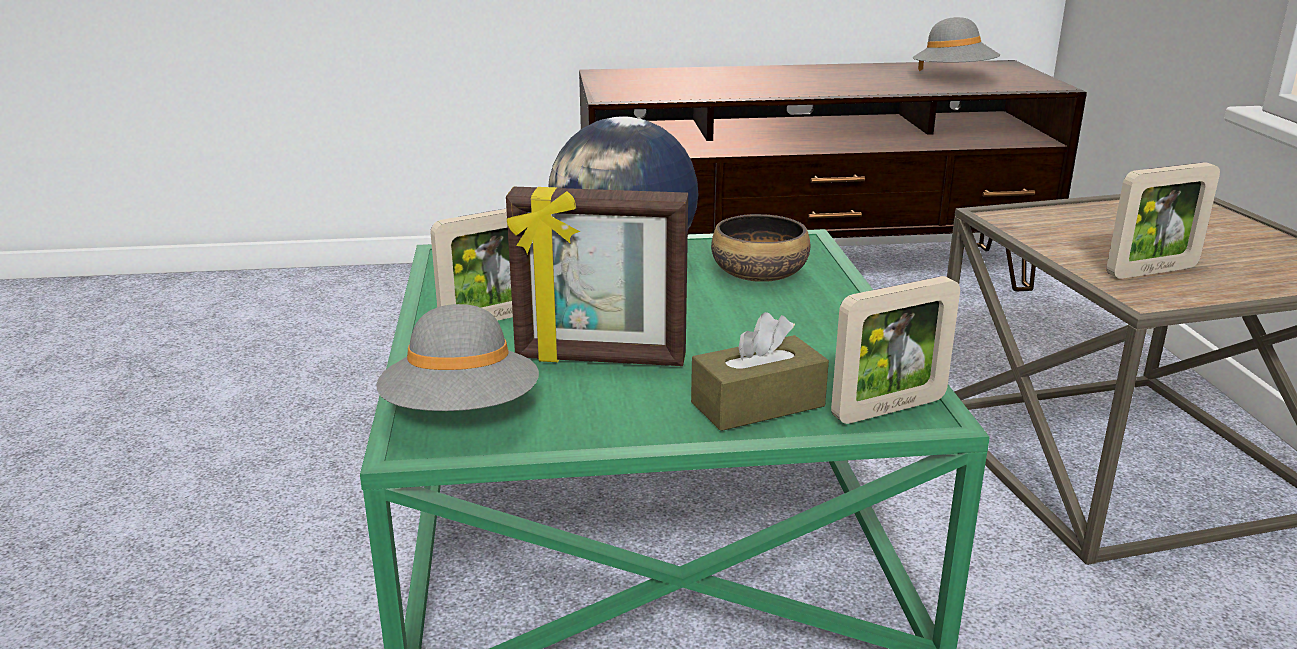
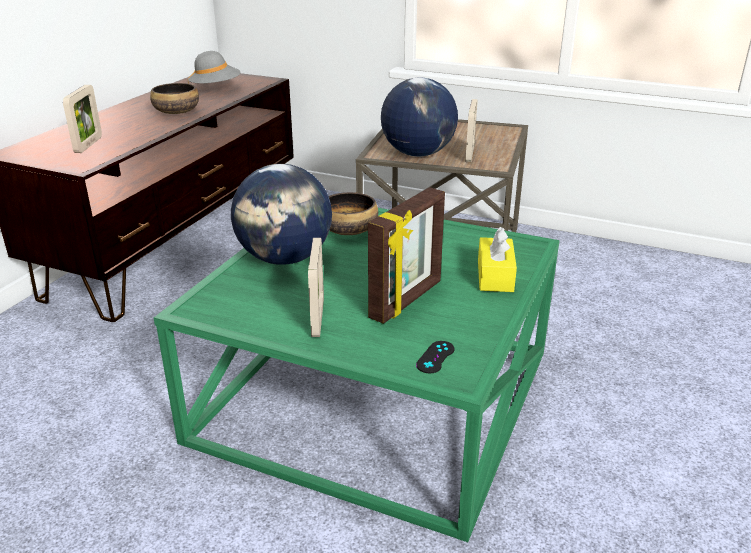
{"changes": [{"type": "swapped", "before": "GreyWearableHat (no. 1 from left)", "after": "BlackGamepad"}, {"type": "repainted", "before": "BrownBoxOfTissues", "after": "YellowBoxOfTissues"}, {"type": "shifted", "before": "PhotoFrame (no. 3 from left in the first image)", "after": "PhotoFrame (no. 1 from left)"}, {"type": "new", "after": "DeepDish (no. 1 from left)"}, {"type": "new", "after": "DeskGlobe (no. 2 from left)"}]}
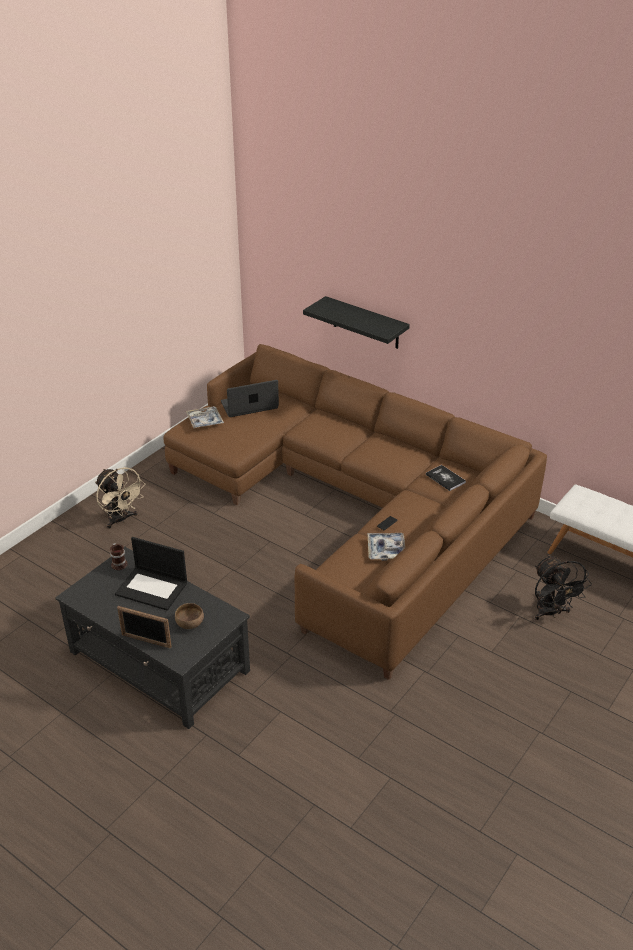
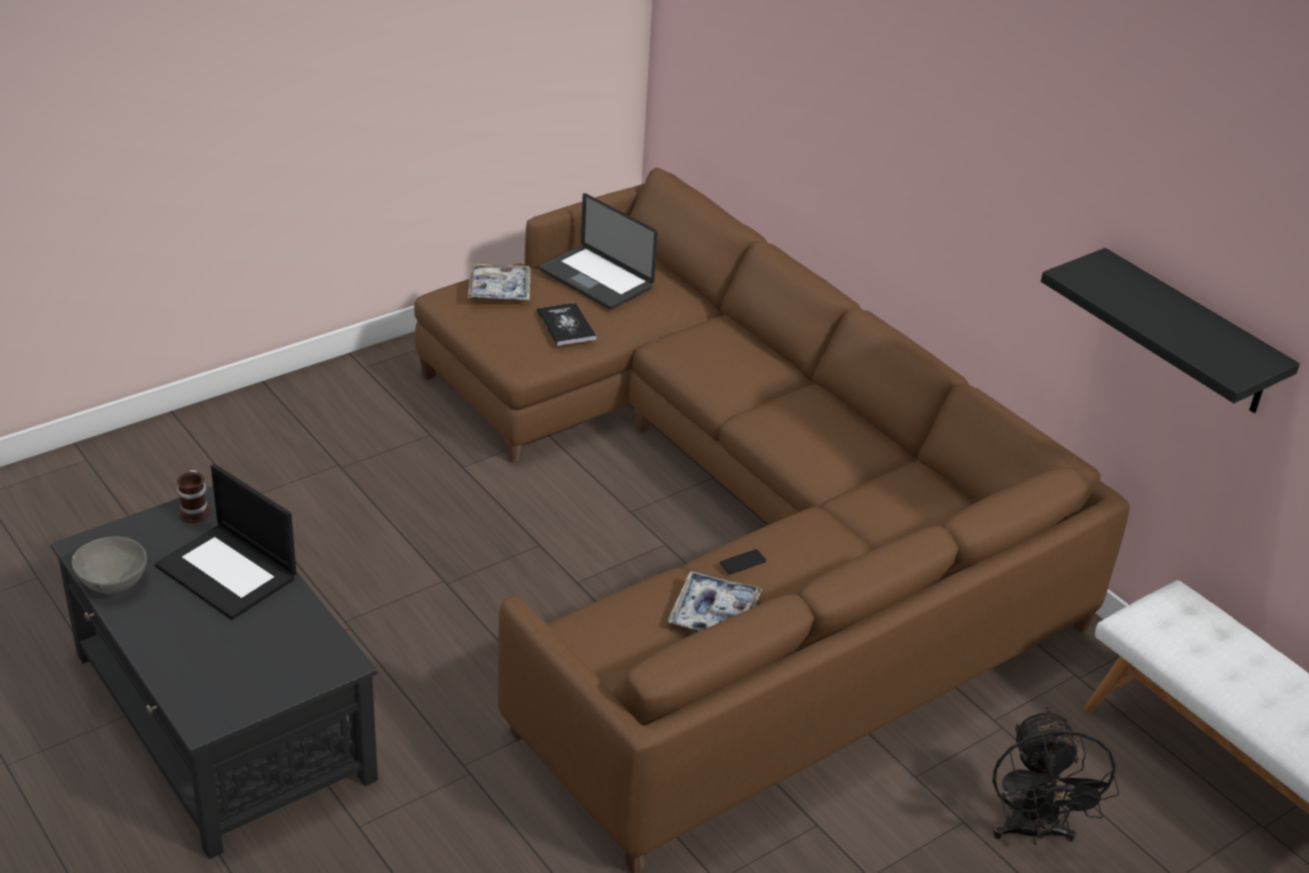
{"changes": [{"type": "gone", "before": "SandColouredElectricFan"}, {"type": "gone", "before": "PhotoFrame"}, {"type": "gone", "before": "BrownDeepDish"}, {"type": "rotated", "before": "NotebookComputer (no. 2 from left)", "turn": -135}, {"type": "shifted", "before": "BlackShelf"}, {"type": "shifted", "before": "BoundBook"}, {"type": "new", "after": "GreyDeepDish"}]}
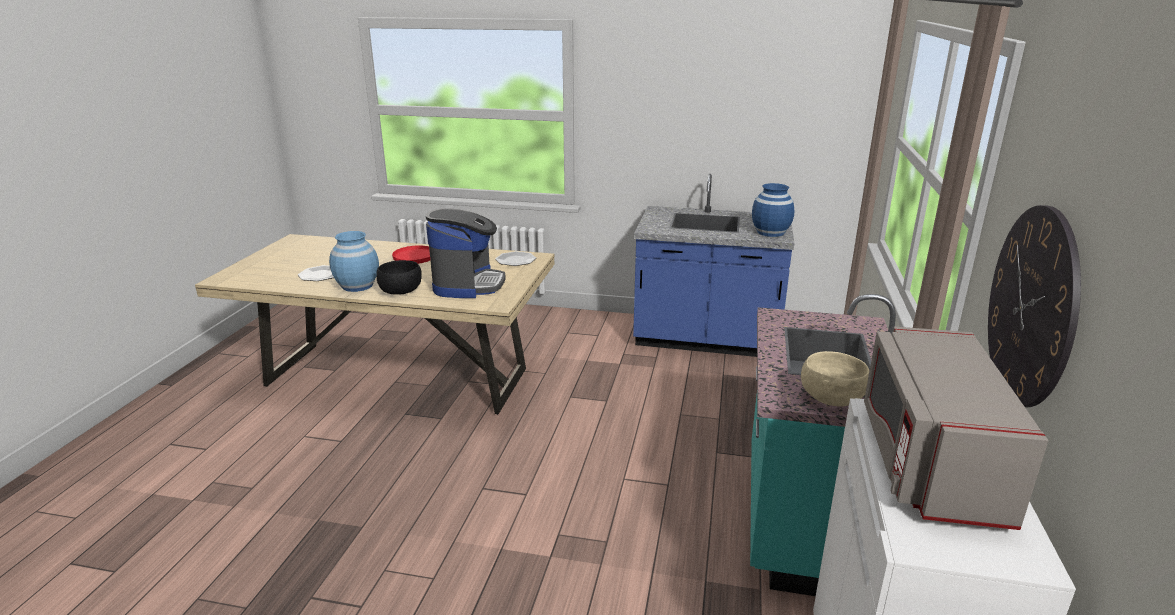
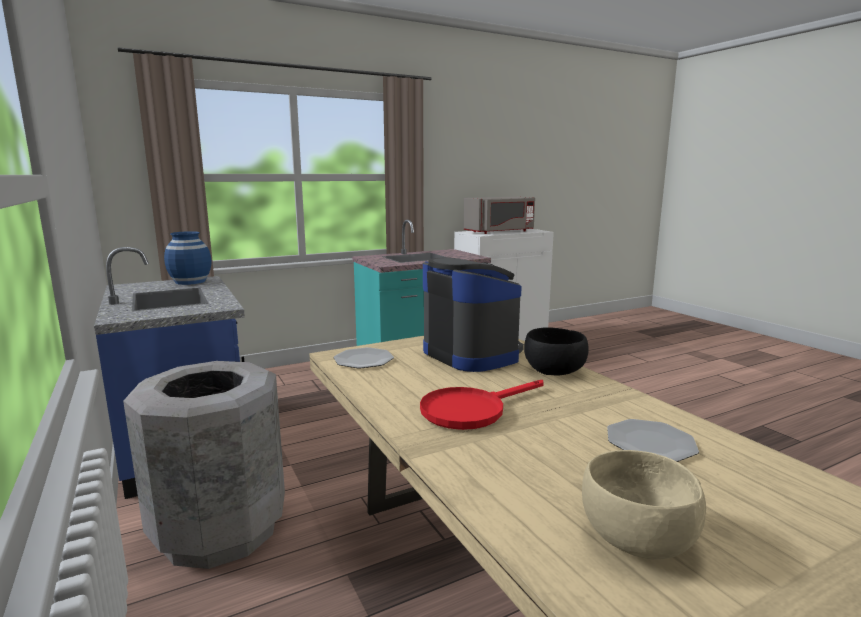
{"changes": [{"type": "gone", "before": "BluishVase (no. 1 from left)"}, {"type": "rotated", "before": "CoffeeBrewer", "turn": 90}, {"type": "shifted", "before": "SandColouredDeepDish"}, {"type": "gone", "before": "HangingClock"}, {"type": "new", "after": "GreyWasteBin"}]}
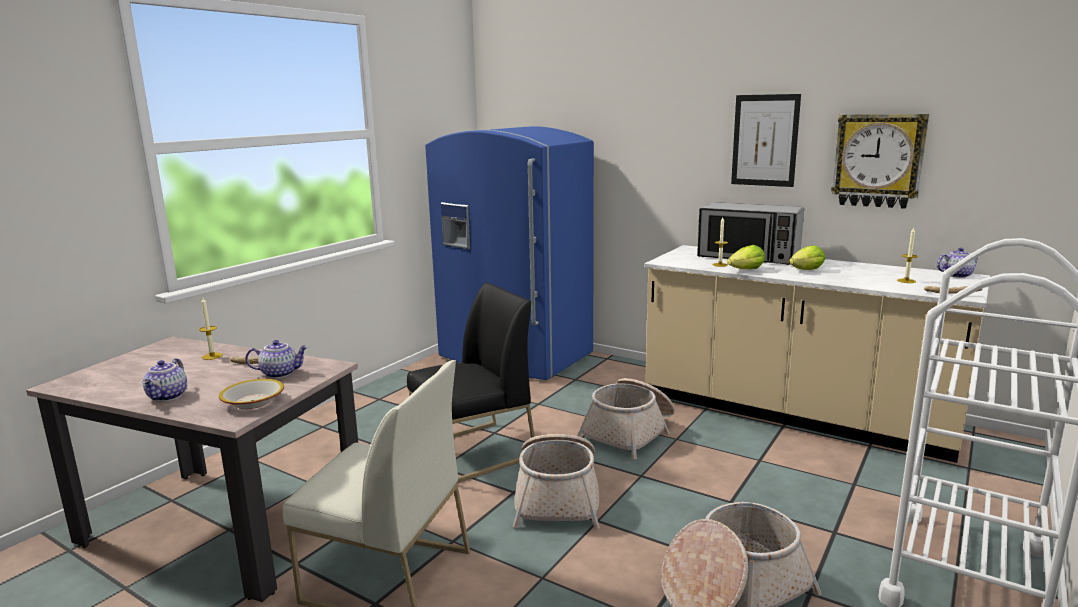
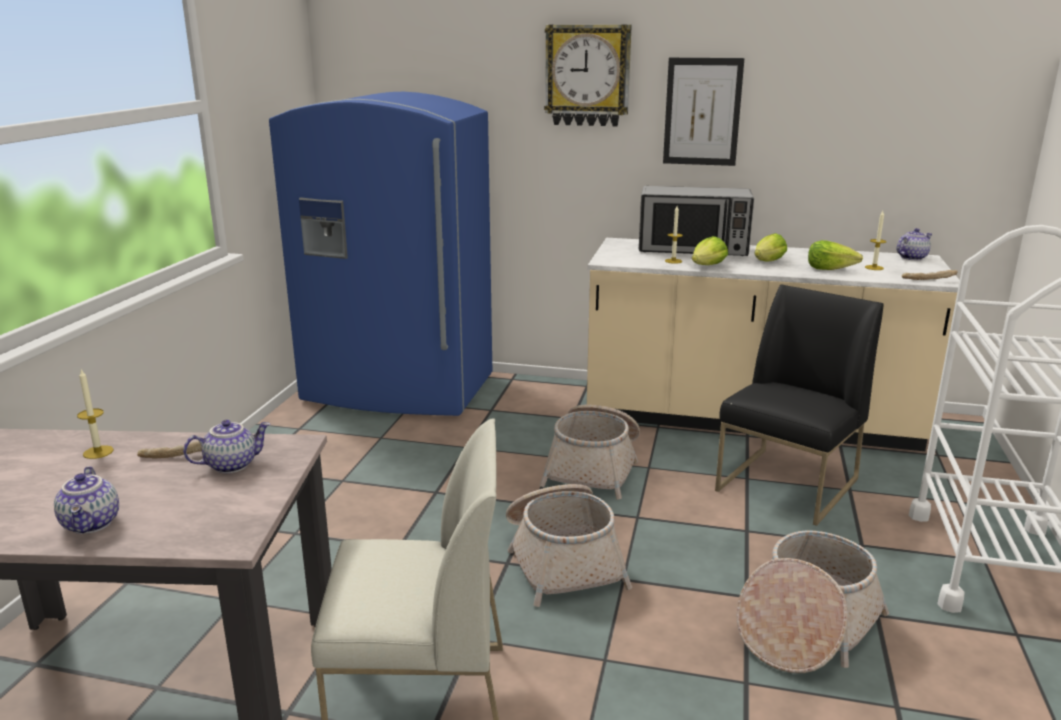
{"changes": [{"type": "gone", "before": "DeepDish"}, {"type": "shifted", "before": "BlackChair"}, {"type": "shifted", "before": "HangingClock"}, {"type": "new", "after": "LettuceHead (no. 3 from left)"}]}
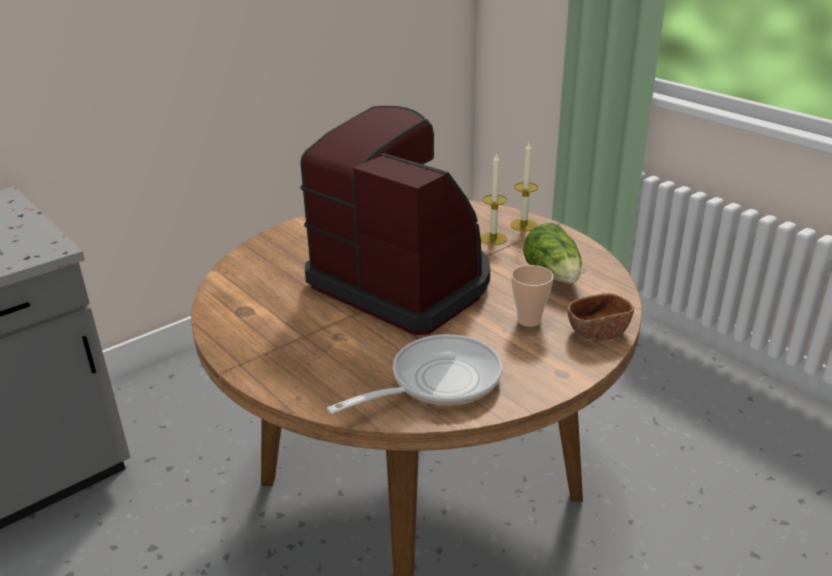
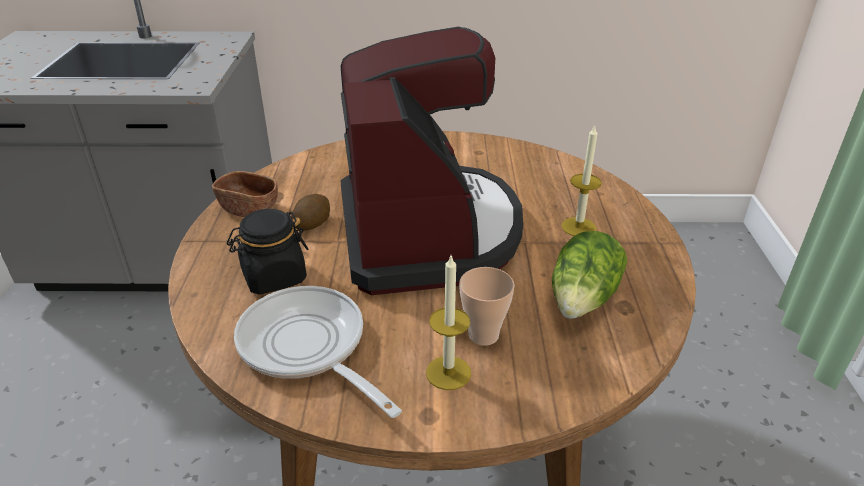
{"changes": [{"type": "rotated", "before": "FryingPan", "turn": -135}, {"type": "shifted", "before": "WaxLight (no. 2 from left in the first image)", "after": "WaxLight (no. 1 from left)"}, {"type": "shifted", "before": "BrownDeepDish"}, {"type": "new", "after": "BlackJar"}, {"type": "new", "after": "Potato"}]}
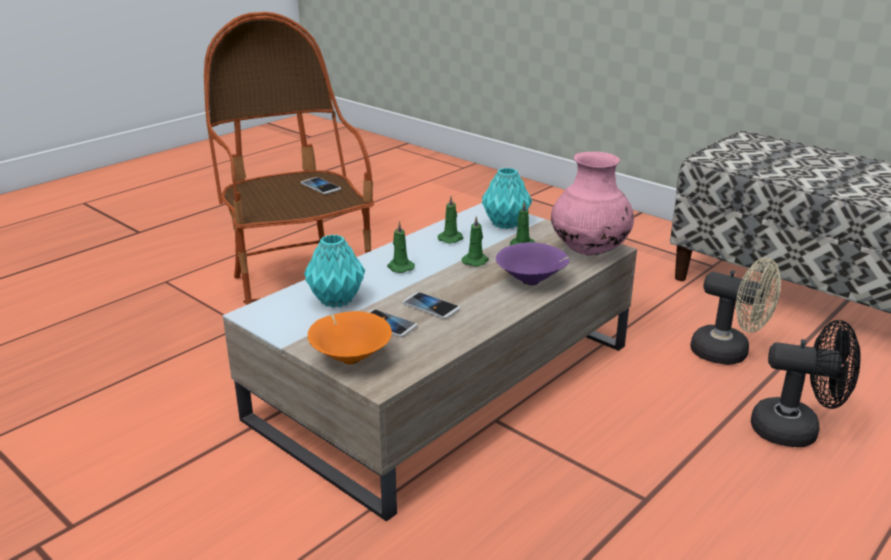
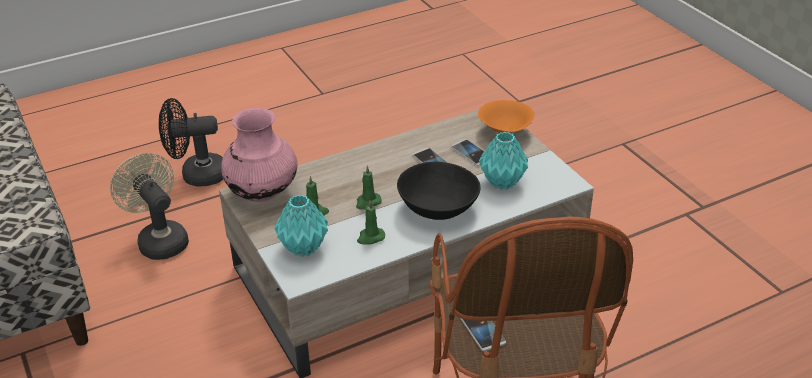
{"changes": [{"type": "swapped", "before": "GreenishWaxLight (no. 1 from left)", "after": "BlackDeepDish"}, {"type": "gone", "before": "PurpleDeepDish"}, {"type": "rotated", "before": "BlackElectricFan", "turn": -45}]}
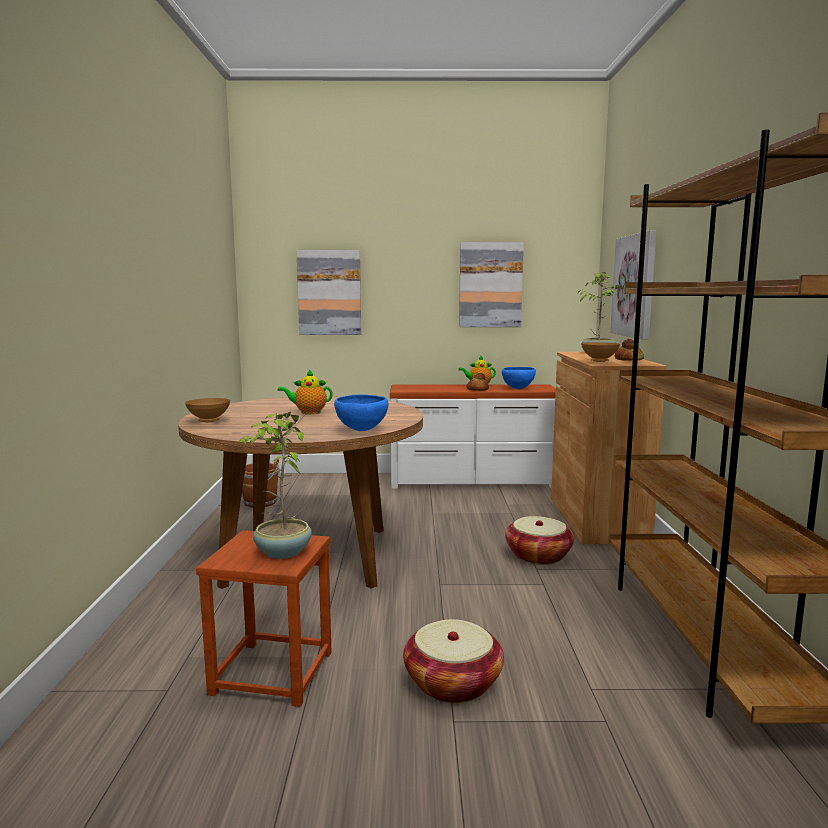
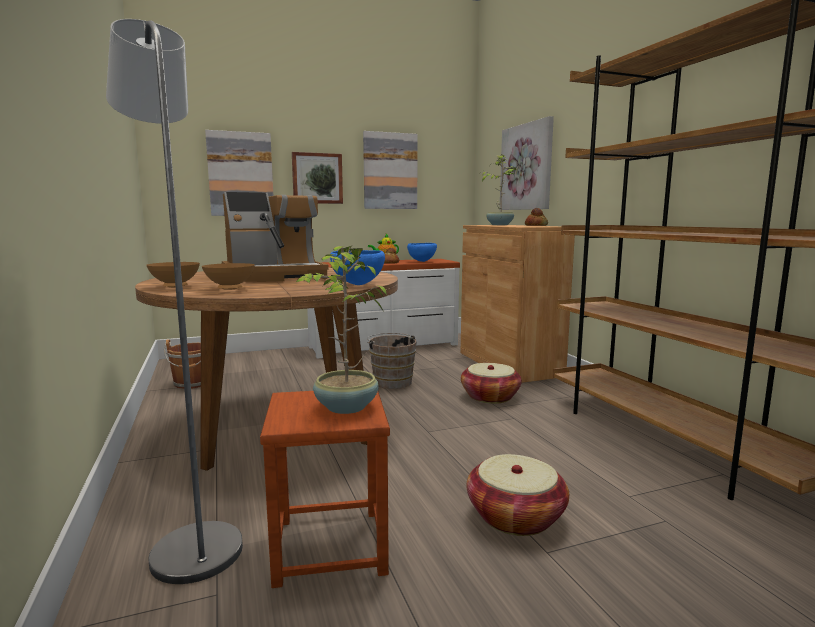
{"changes": [{"type": "swapped", "before": "Teapot (no. 1 from left)", "after": "CoffeeBrewer"}, {"type": "shifted", "before": "BrownDeepDish (no. 2 from left)"}, {"type": "new", "after": "GreyStandingLamp"}, {"type": "new", "after": "WallPicture (no. 2 from left)"}, {"type": "new", "after": "BrownWaterBucket (no. 2 from left)"}]}
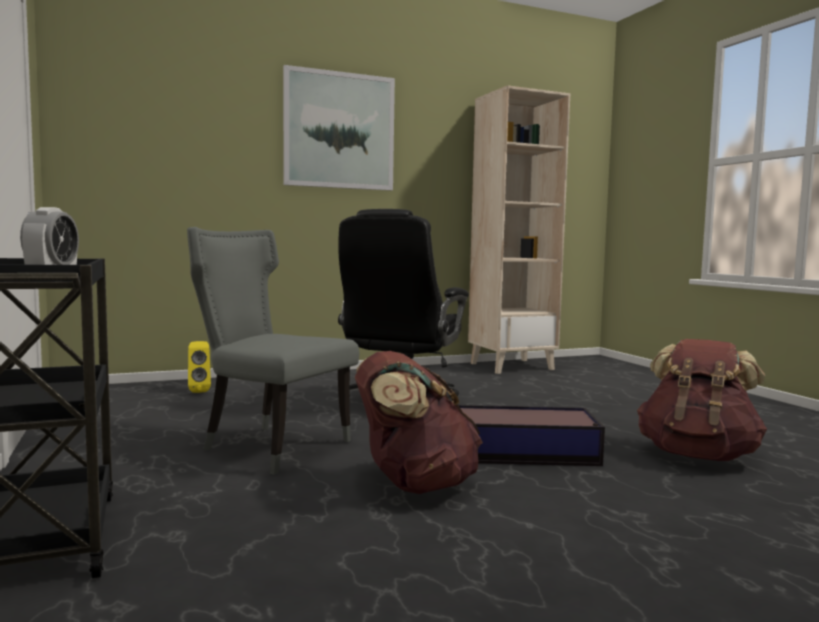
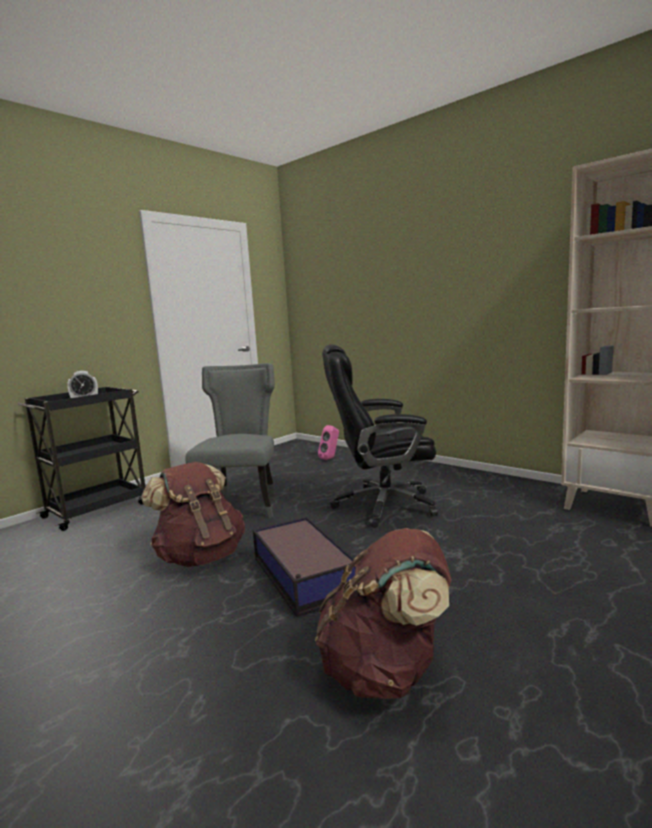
{"changes": [{"type": "repainted", "before": "YellowLoudspeaker", "after": "PinkishLoudspeaker"}, {"type": "gone", "before": "WallPicture"}]}
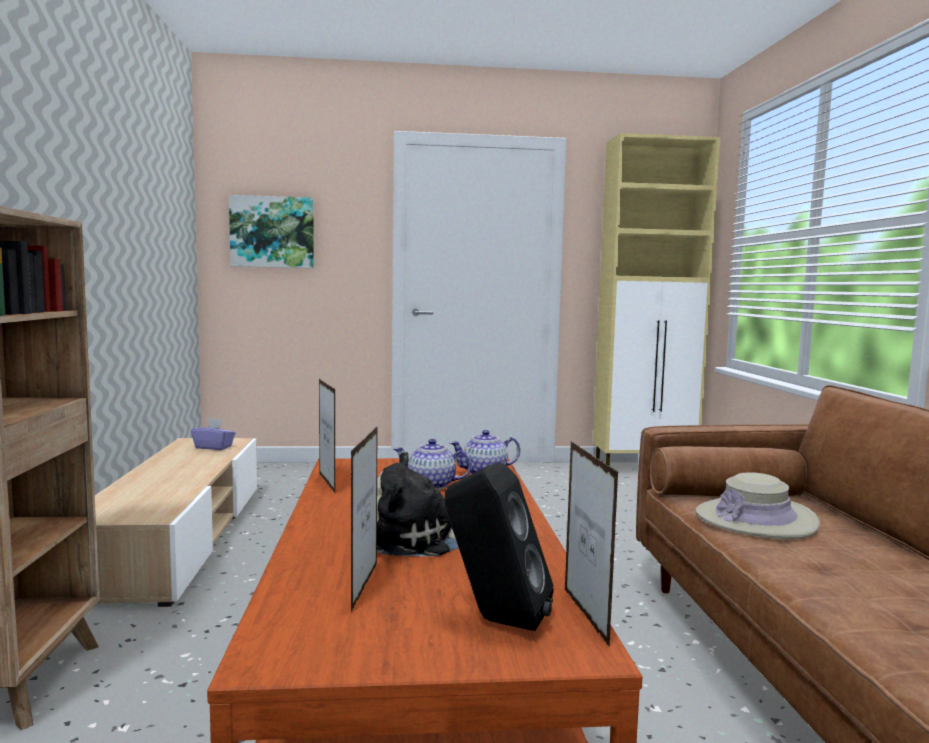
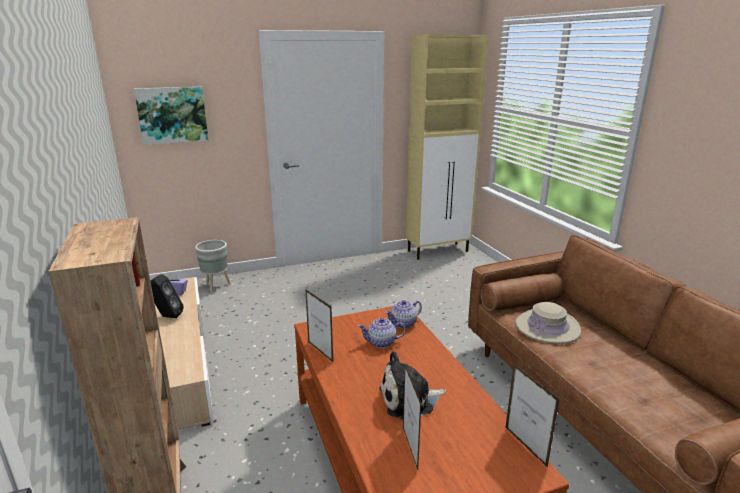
{"changes": [{"type": "shifted", "before": "BlackLoudspeaker"}, {"type": "new", "after": "GreyPlanter"}]}
